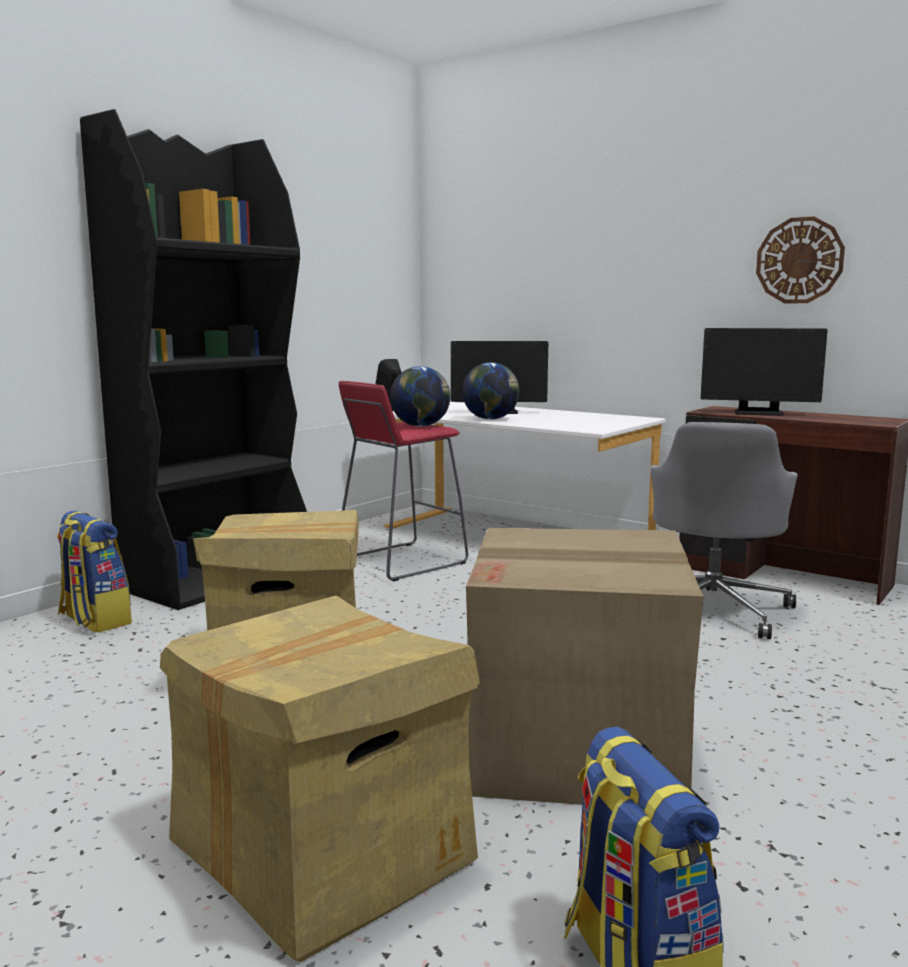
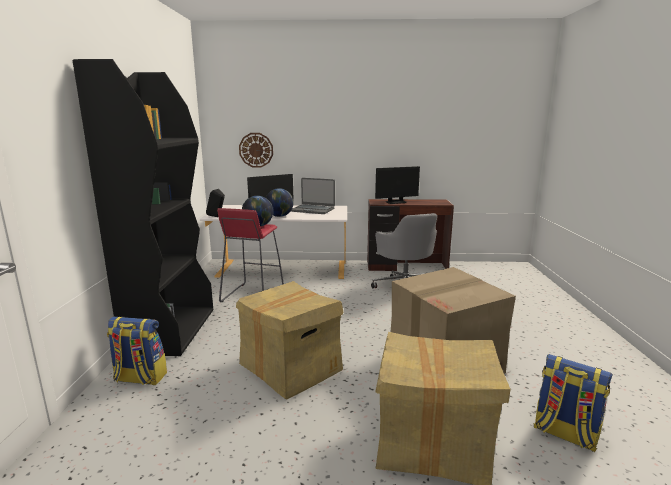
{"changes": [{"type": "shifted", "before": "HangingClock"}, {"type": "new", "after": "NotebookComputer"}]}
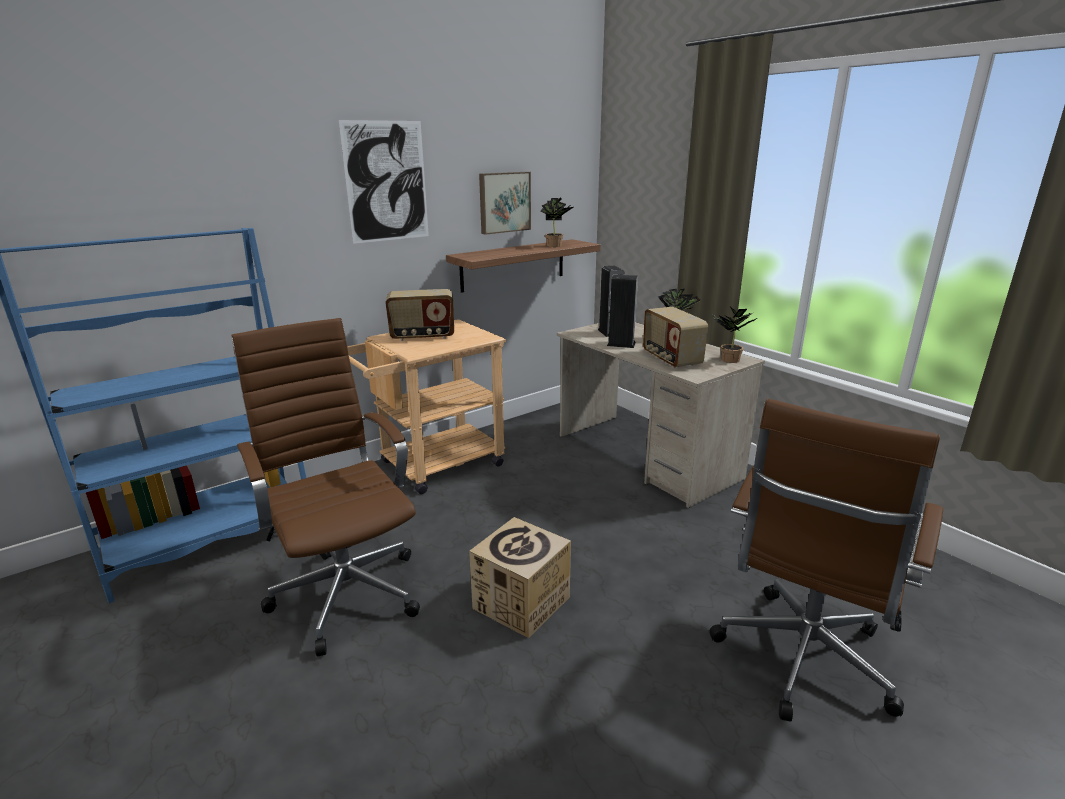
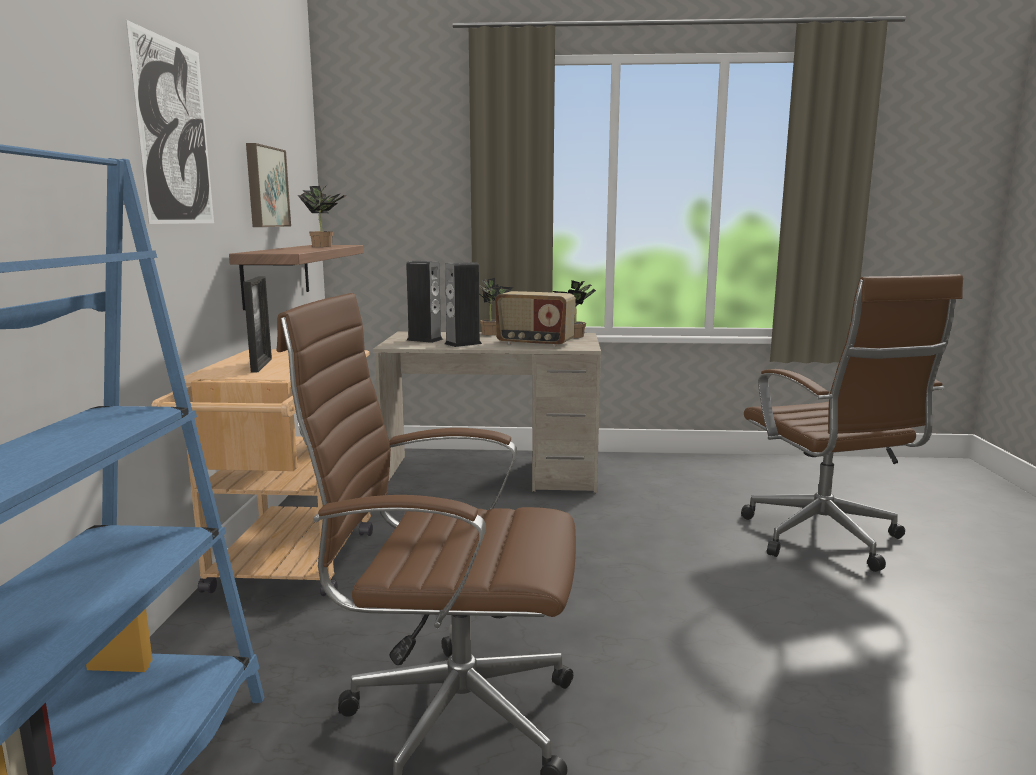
{"changes": [{"type": "swapped", "before": "Radio (no. 1 from left)", "after": "PhotoFrame"}, {"type": "gone", "before": "CardboardBox"}]}
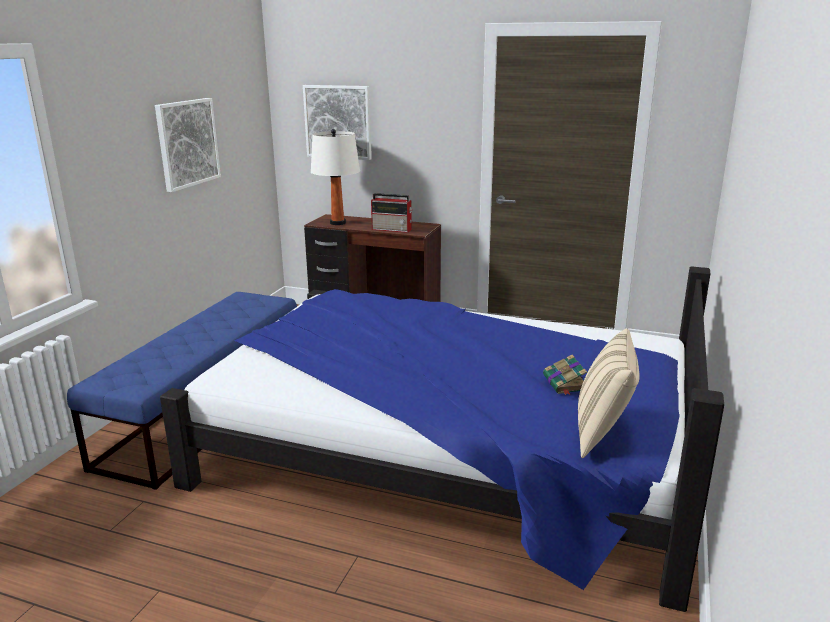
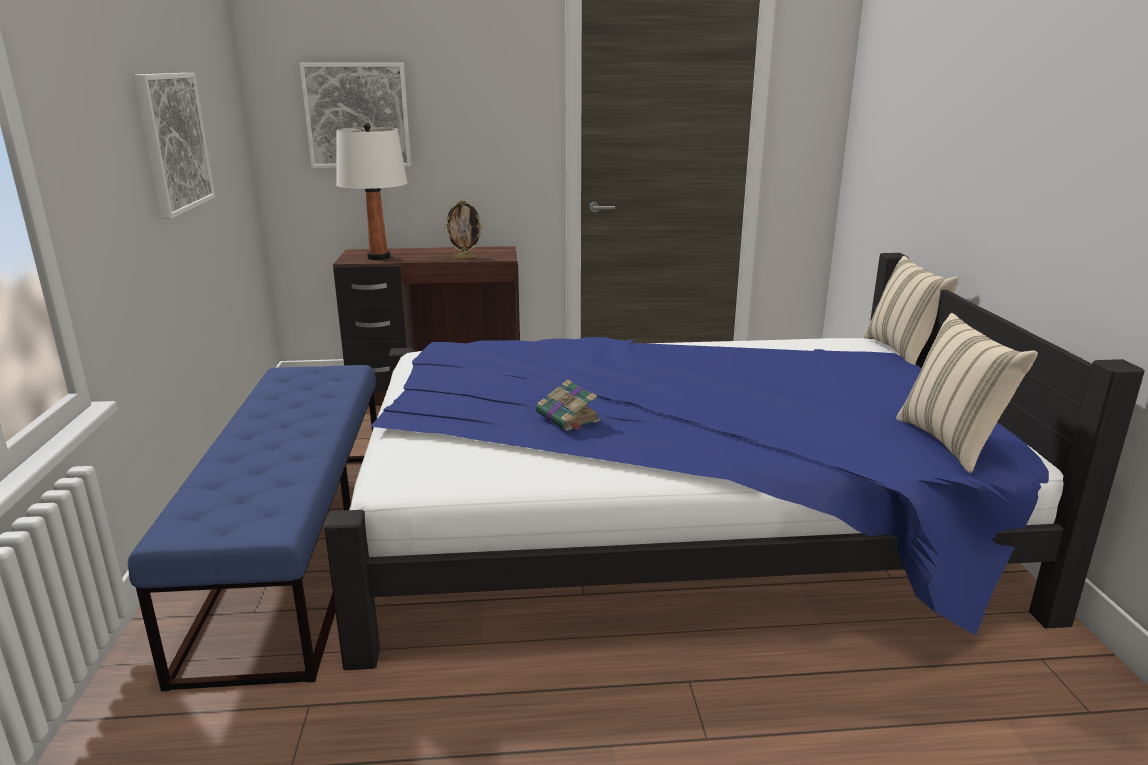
{"changes": [{"type": "swapped", "before": "Radio", "after": "PhotoFrame"}, {"type": "shifted", "before": "BoundBook"}, {"type": "new", "after": "SandColouredThrowPillow (no. 1 from left)"}]}
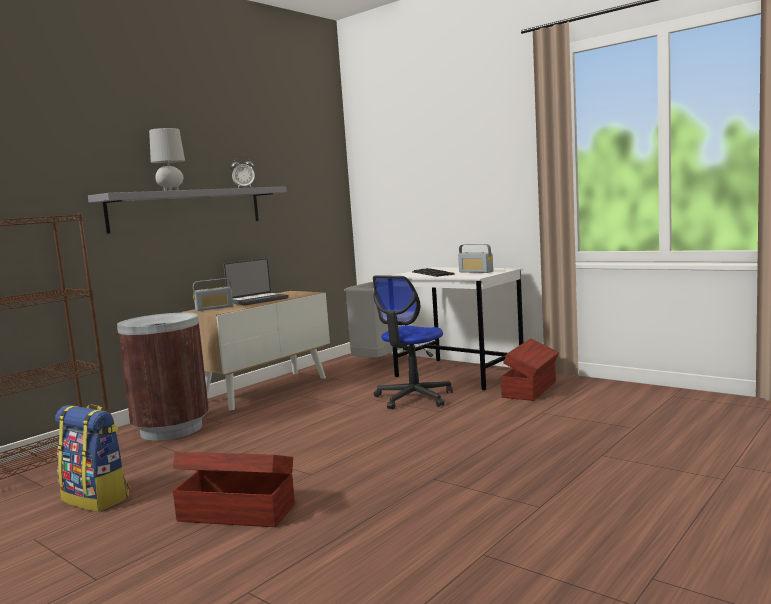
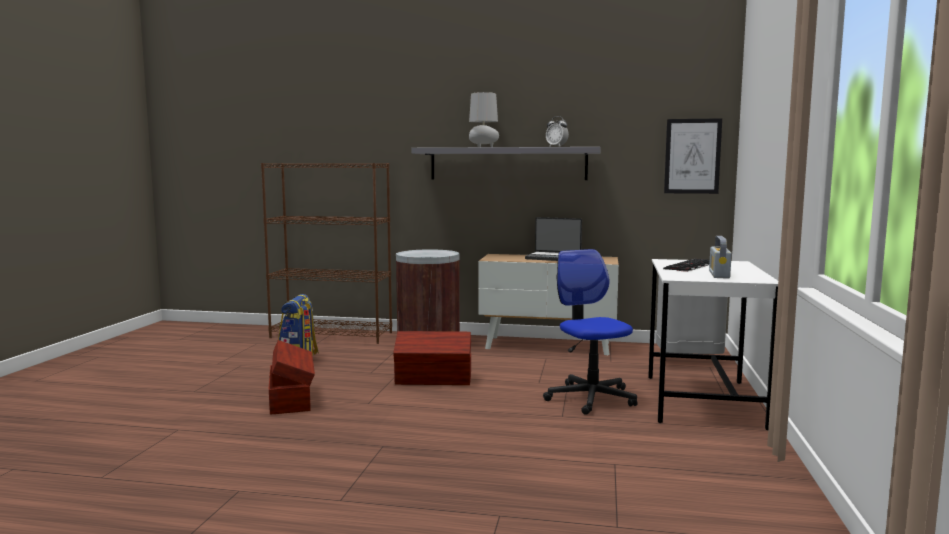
{"changes": [{"type": "gone", "before": "Radio (no. 1 from left)"}, {"type": "rotated", "before": "DeskChair", "turn": 60}, {"type": "shifted", "before": "BrownStorageContainer (no. 2 from left)"}, {"type": "new", "after": "WallPicture"}]}
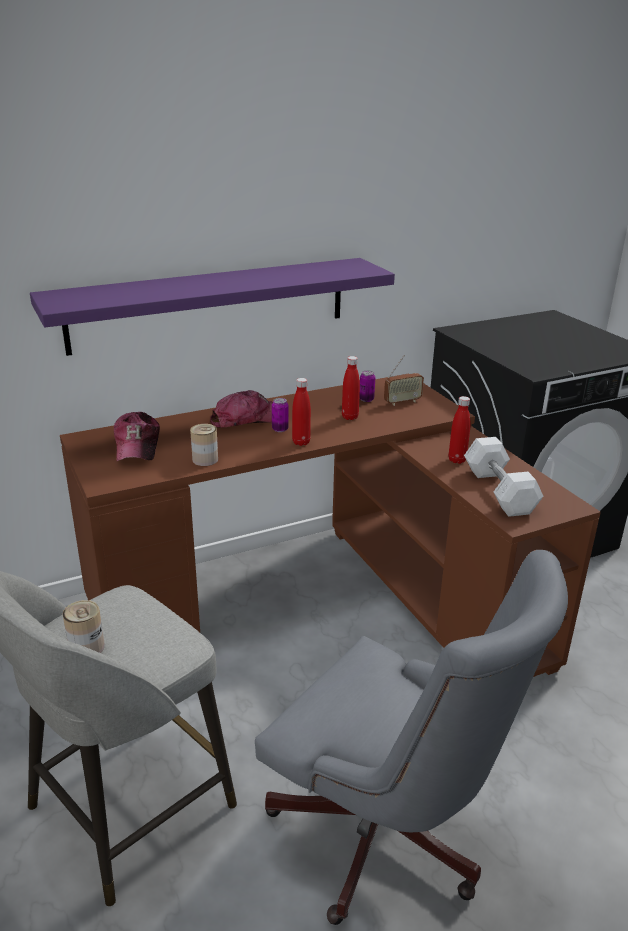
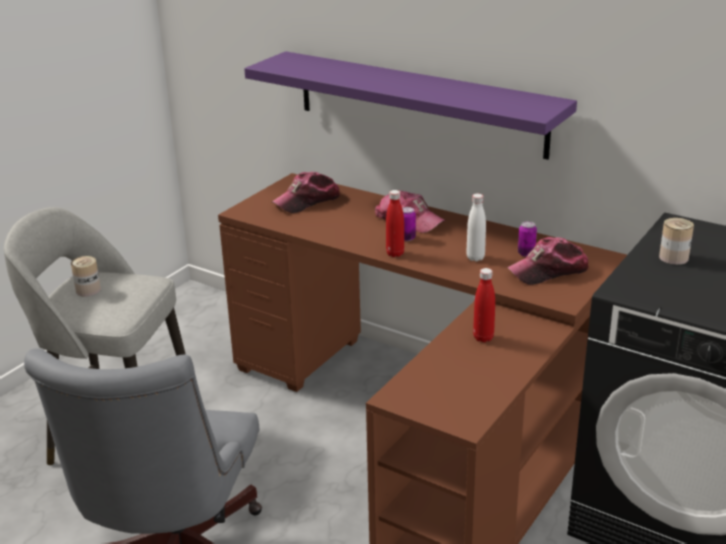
{"changes": [{"type": "shifted", "before": "SealedCan (no. 2 from left in the first image)", "after": "SealedCan (no. 4 from left)"}, {"type": "repainted", "before": "RedColouredBeverageBottle (no. 2 from left)", "after": "WhiteBeverageBottle"}, {"type": "swapped", "before": "Radio", "after": "BaseballCap (no. 3 from left)"}, {"type": "gone", "before": "WhiteHandWeight"}]}
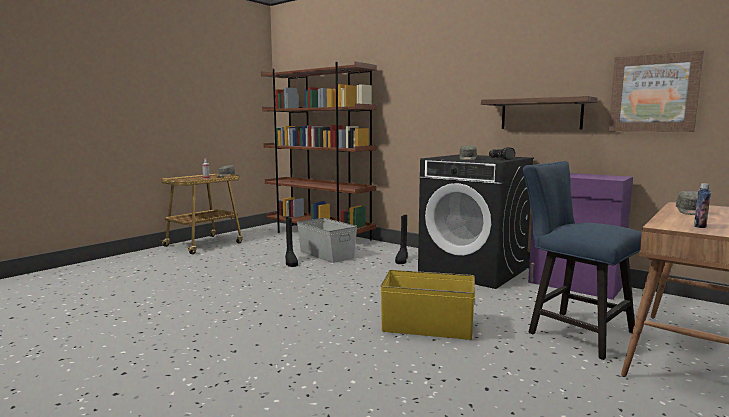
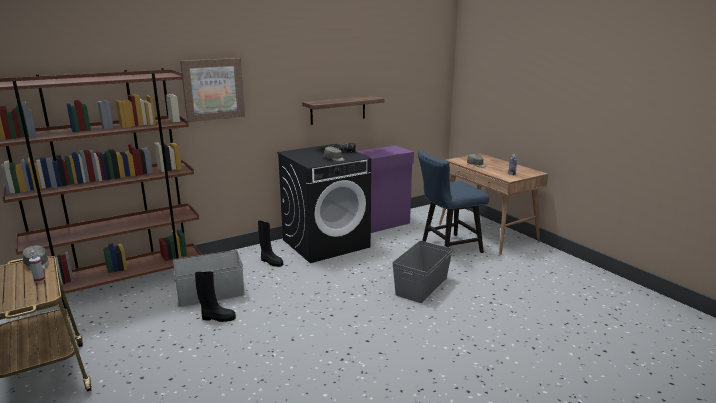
{"changes": [{"type": "repainted", "before": "YellowStorageContainer", "after": "GreyStorageContainer (no. 2 from left)"}, {"type": "shifted", "before": "WallPicture"}]}
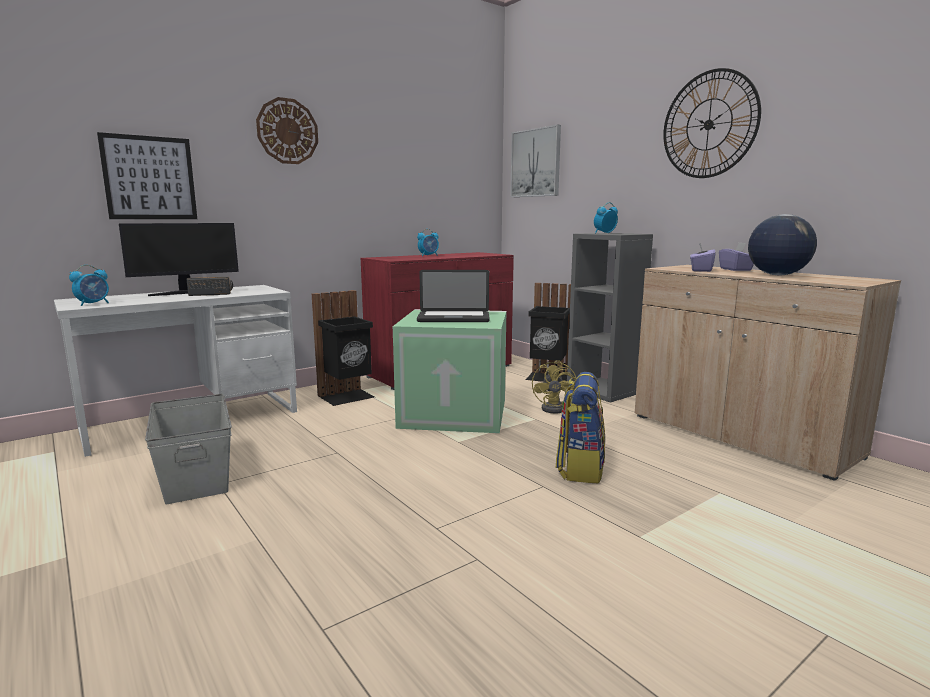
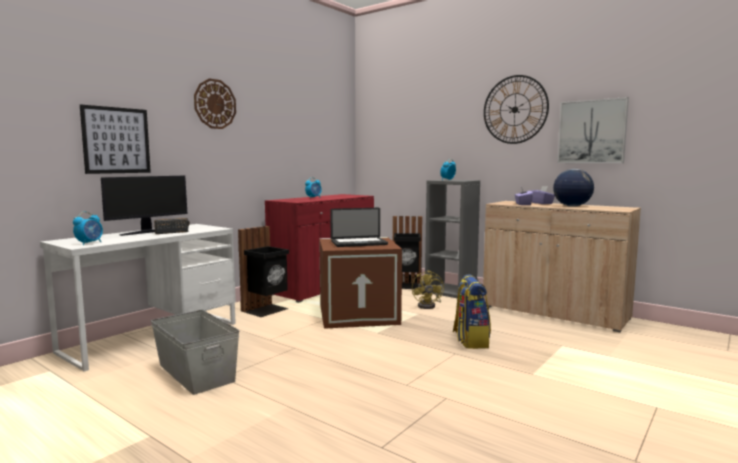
{"changes": [{"type": "repainted", "before": "GreenishStorageContainer", "after": "BrownStorageContainer"}, {"type": "shifted", "before": "WallPicture (no. 2 from left)"}]}
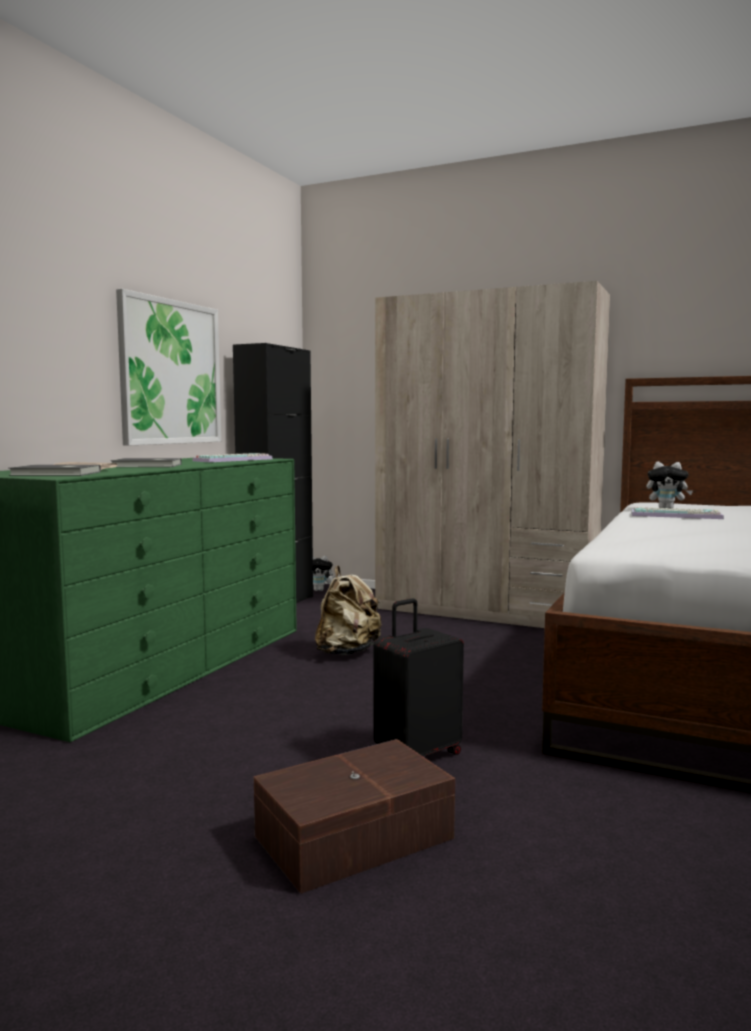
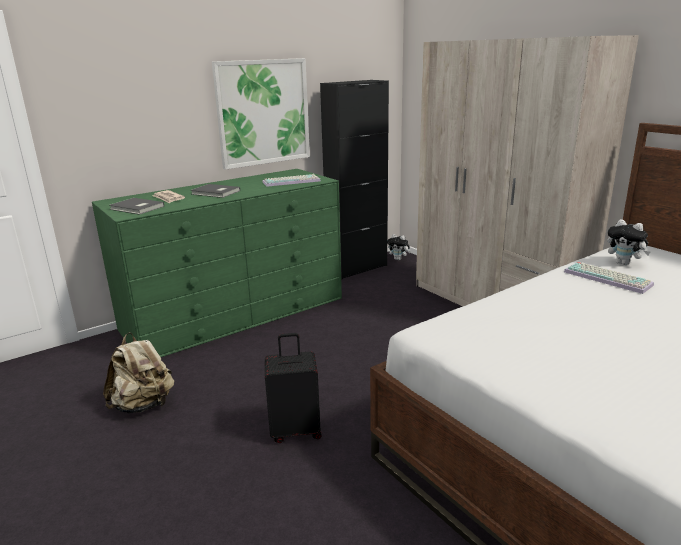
{"changes": [{"type": "gone", "before": "BrownStorageContainer"}, {"type": "shifted", "before": "SandColouredKnapsack"}]}
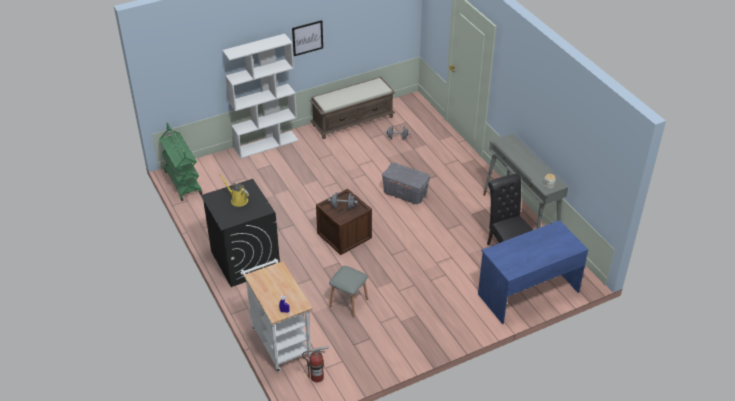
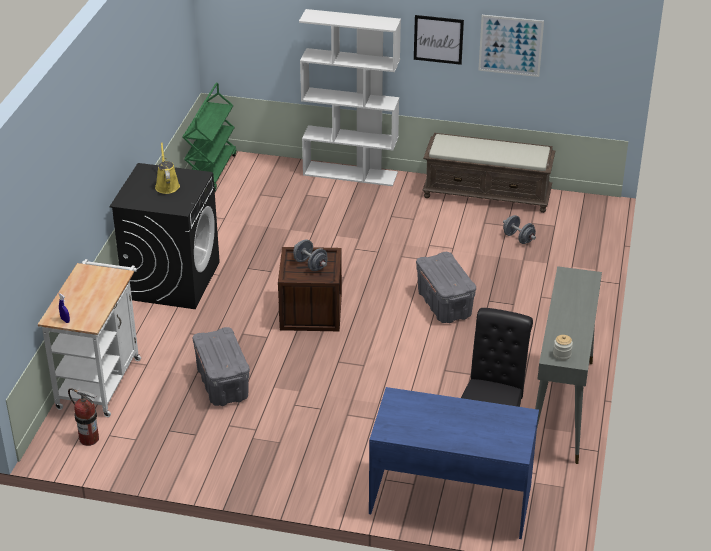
{"changes": [{"type": "swapped", "before": "GreyStoolSeat", "after": "GreyStorageContainer (no. 1 from left)"}, {"type": "new", "after": "WallPicture (no. 2 from left)"}]}
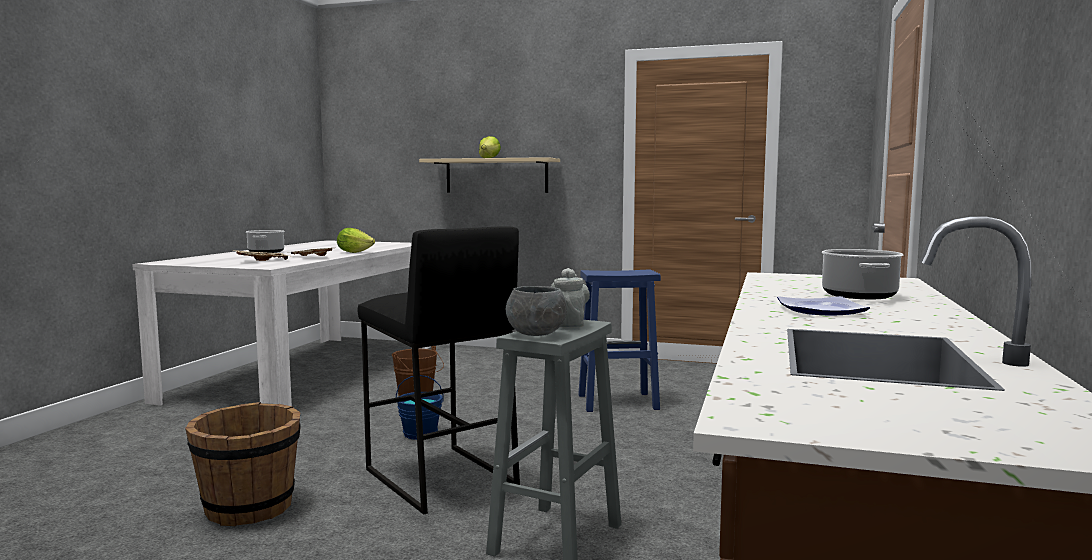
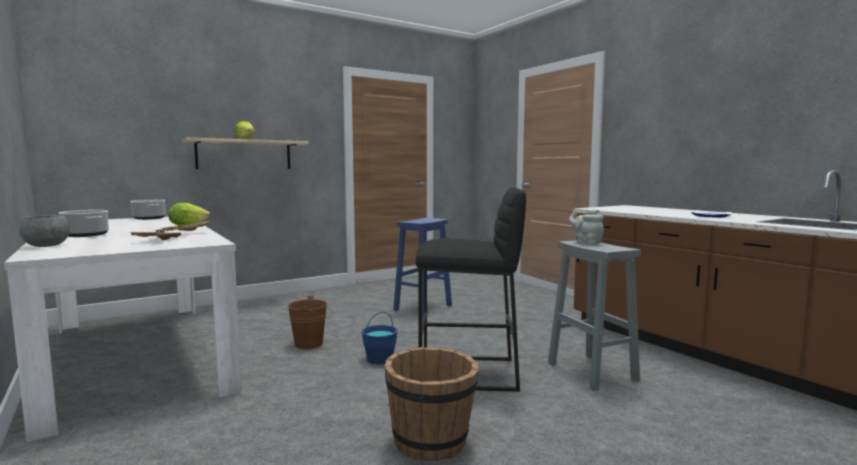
{"changes": [{"type": "shifted", "before": "GreyDeepDish"}, {"type": "shifted", "before": "Stockpot (no. 2 from left)"}]}
